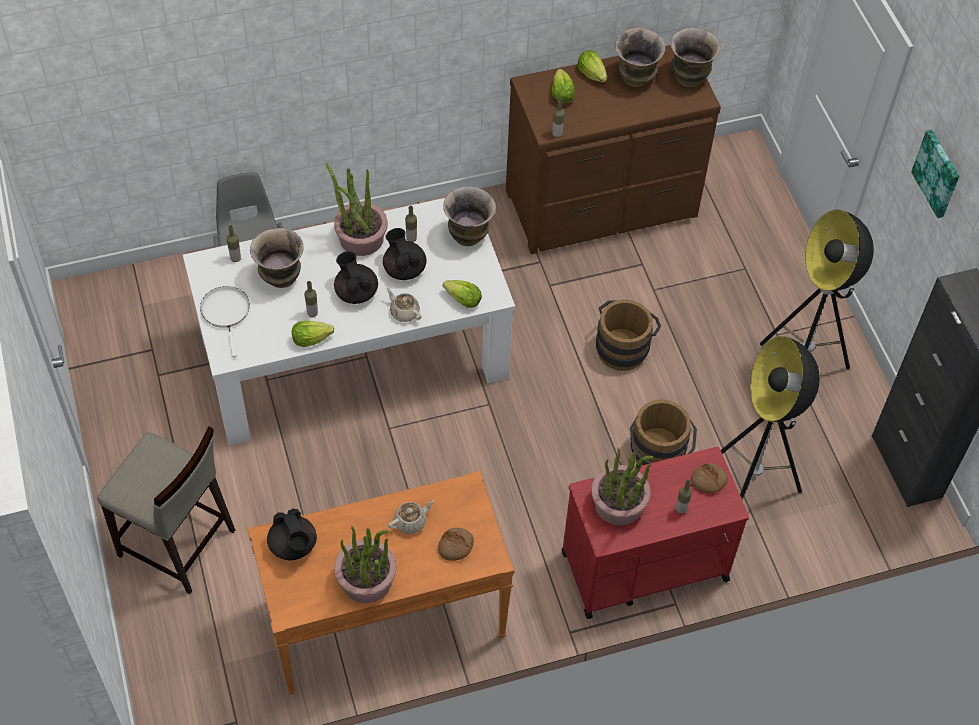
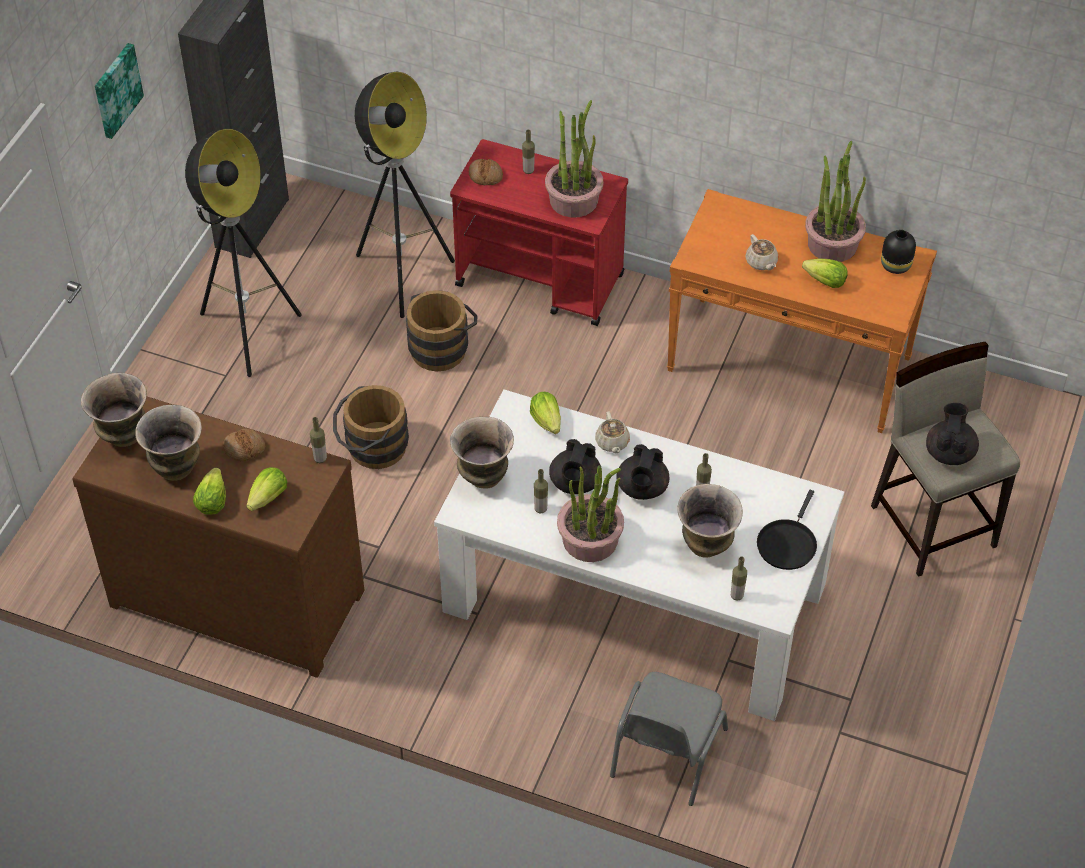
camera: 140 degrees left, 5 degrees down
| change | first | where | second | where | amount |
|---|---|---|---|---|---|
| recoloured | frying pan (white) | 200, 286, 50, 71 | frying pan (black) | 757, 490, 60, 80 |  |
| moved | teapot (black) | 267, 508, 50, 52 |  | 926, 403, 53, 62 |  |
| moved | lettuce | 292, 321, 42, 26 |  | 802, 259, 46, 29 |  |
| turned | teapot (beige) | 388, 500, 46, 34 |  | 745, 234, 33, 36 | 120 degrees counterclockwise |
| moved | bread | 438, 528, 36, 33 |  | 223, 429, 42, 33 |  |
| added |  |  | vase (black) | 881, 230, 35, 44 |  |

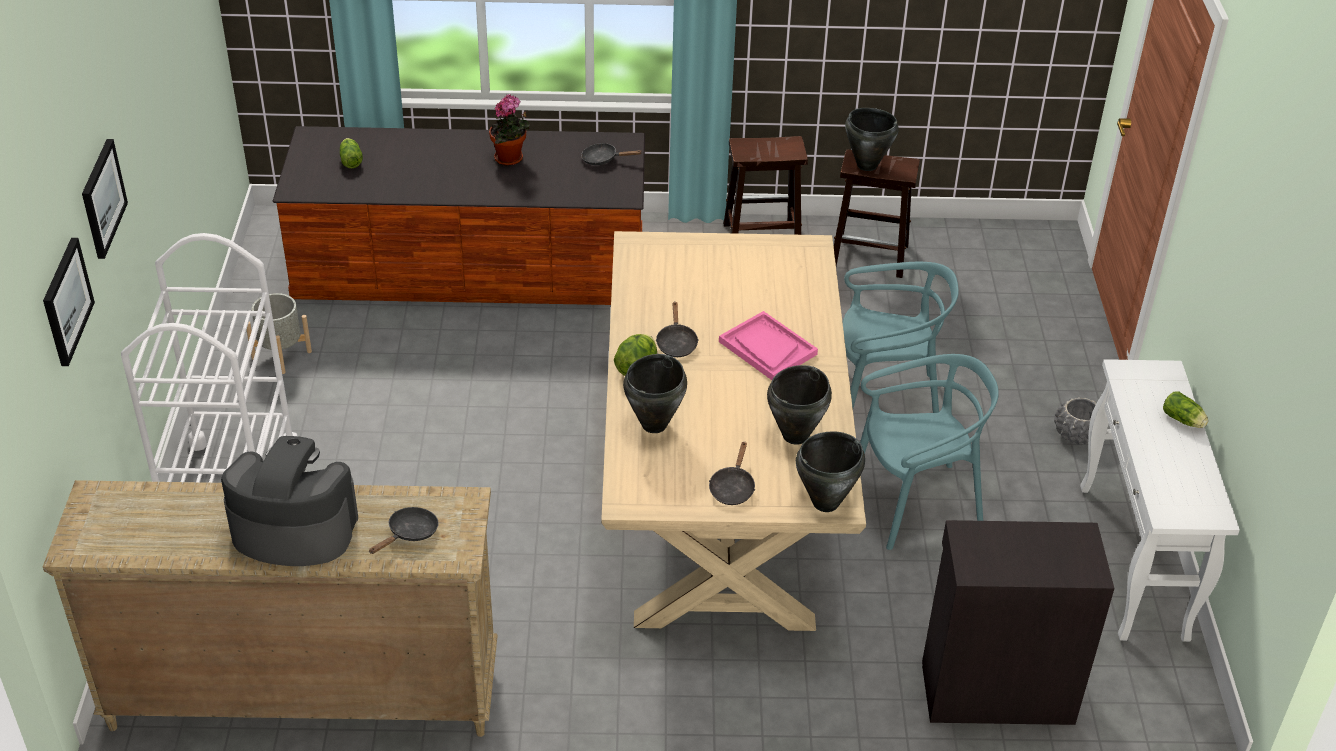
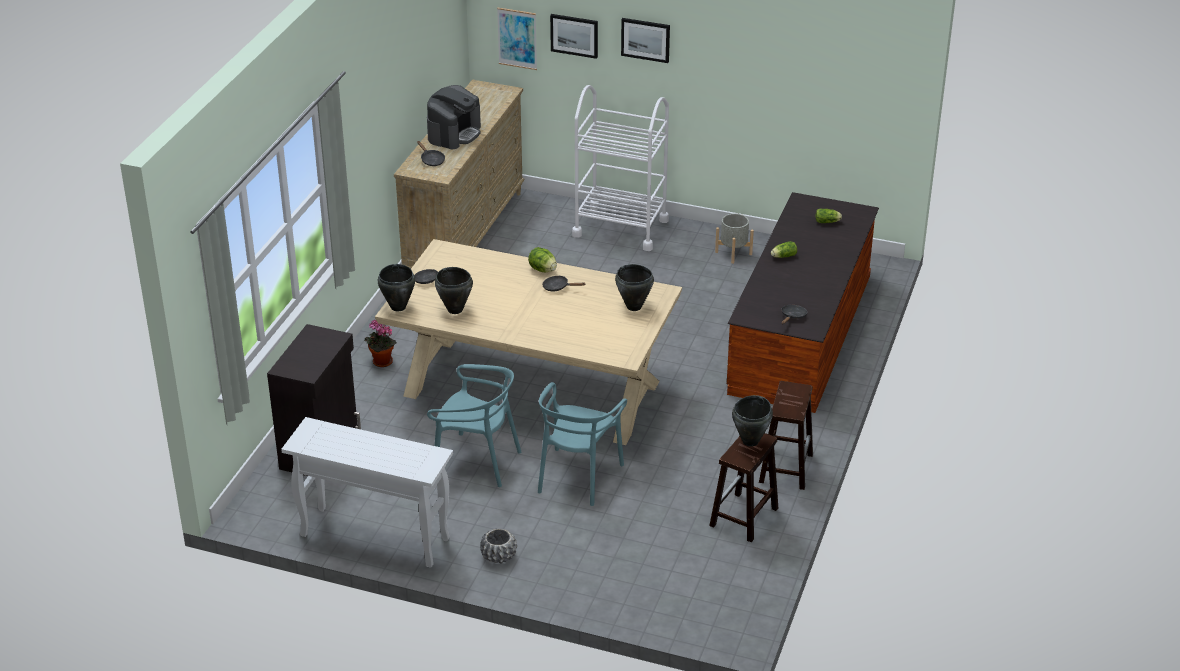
camera: 110 degrees right, 5 degrees down
| change | first | where | second | where | amount |
|---|---|---|---|---|---|
| moved | potted plant | 489, 94, 41, 72 |  | 364, 320, 32, 47 |  |
| moved | cooking pot (black) | 623, 354, 64, 79 |  | 615, 264, 39, 47 |  |
| removed | tray (pink) | 719, 311, 99, 69 |  |  |  |
| turned | chair (turquoise) | 860, 354, 139, 196 |  | 427, 364, 95, 123 | 75 degrees counterclockwise |
| moved | lettuce | 1163, 391, 45, 37 |  | 771, 241, 26, 17 |  |
| added |  |  | picture | 497, 8, 40, 62 |  |

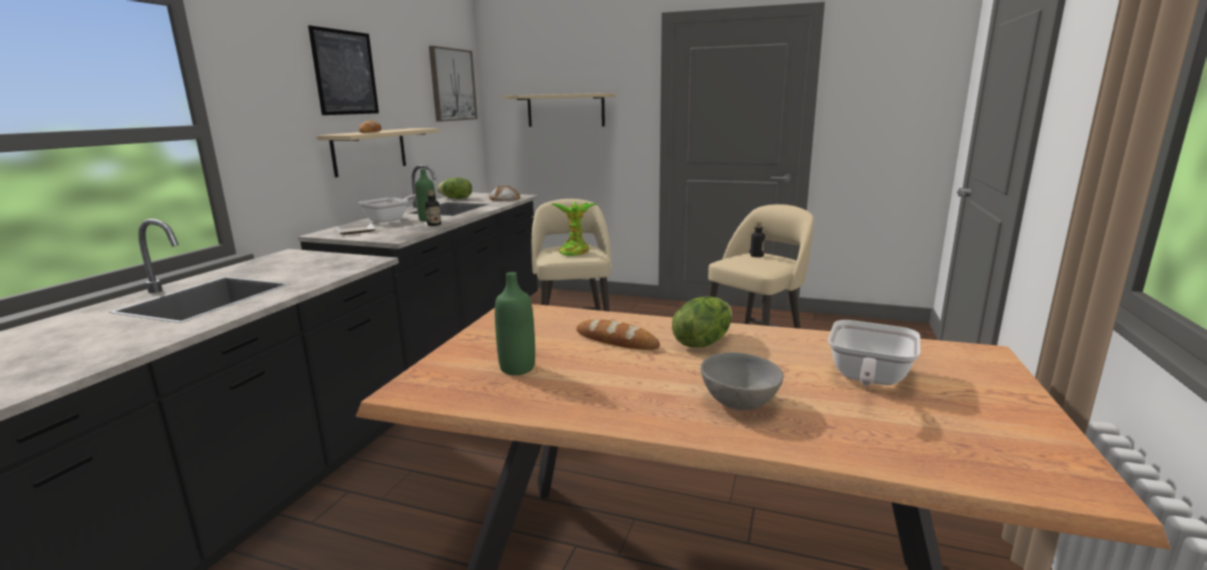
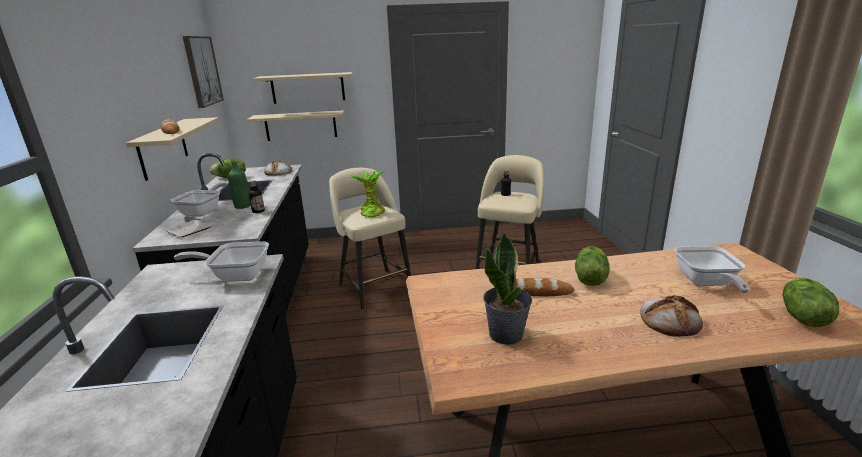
camera: 25 degrees left, 5 degrees up
| change | first | where | second | where | amount |
|---|---|---|---|---|---|
| removed | picture | 308, 25, 71, 90 |  |  |  |
| replaced | bottle (green) | 495, 272, 40, 103 | potted plant | 483, 232, 49, 113 |  |
| replaced | bowl (grey) | 701, 352, 83, 58 | bread | 640, 295, 63, 42 |  |
| added |  |  | frying pan | 174, 241, 95, 41 |  |
| added |  |  | shelf (beige) | 247, 110, 97, 31 |  |
| added |  |  | lettuce | 782, 278, 57, 49 |  |

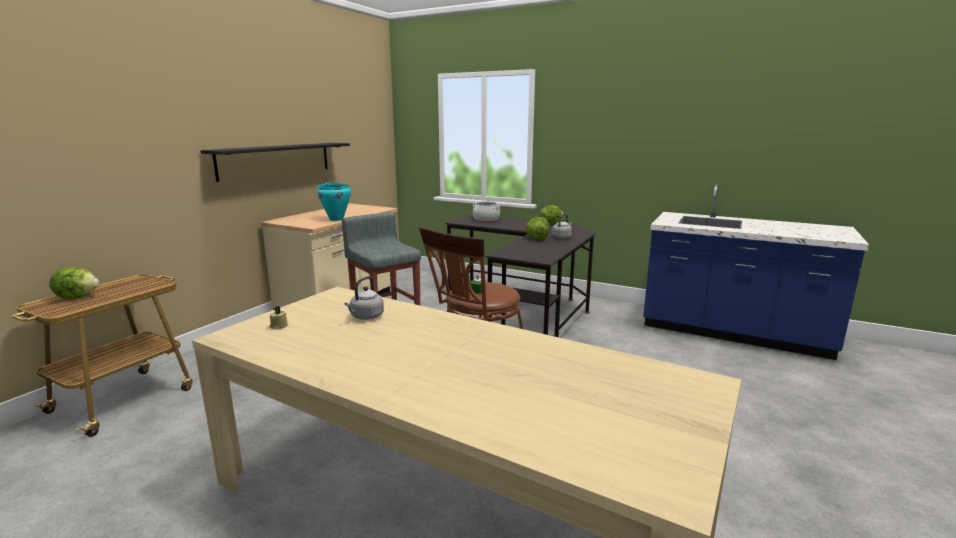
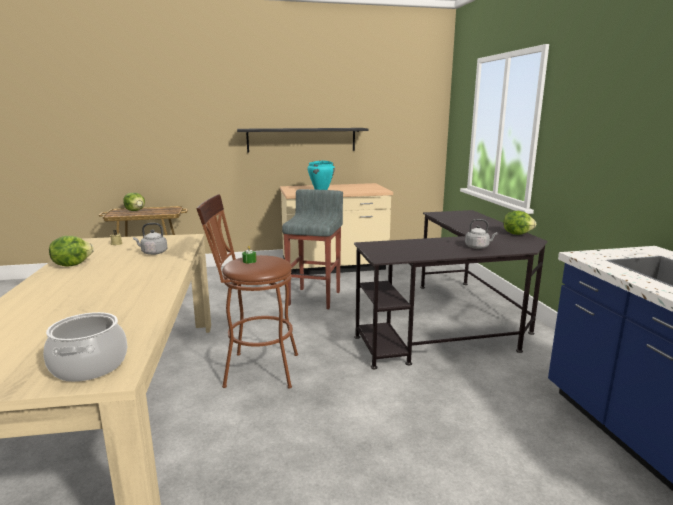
camera: 50 degrees right, 0 degrees up
| change | first | where | second | where | amount |
|---|---|---|---|---|---|
| moved | cooking pot | 473, 201, 27, 20 |  | 43, 312, 84, 70 |  |
| moved | lettuce | 526, 217, 23, 22 |  | 49, 236, 45, 31 |  |

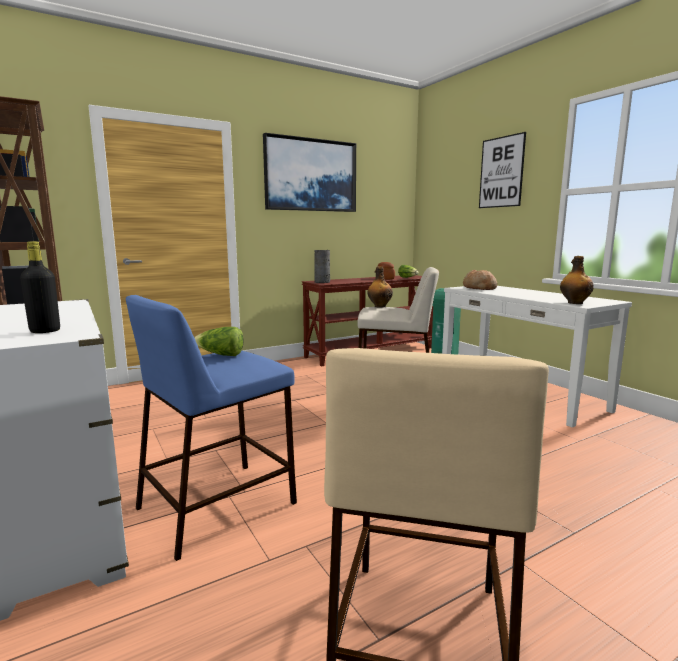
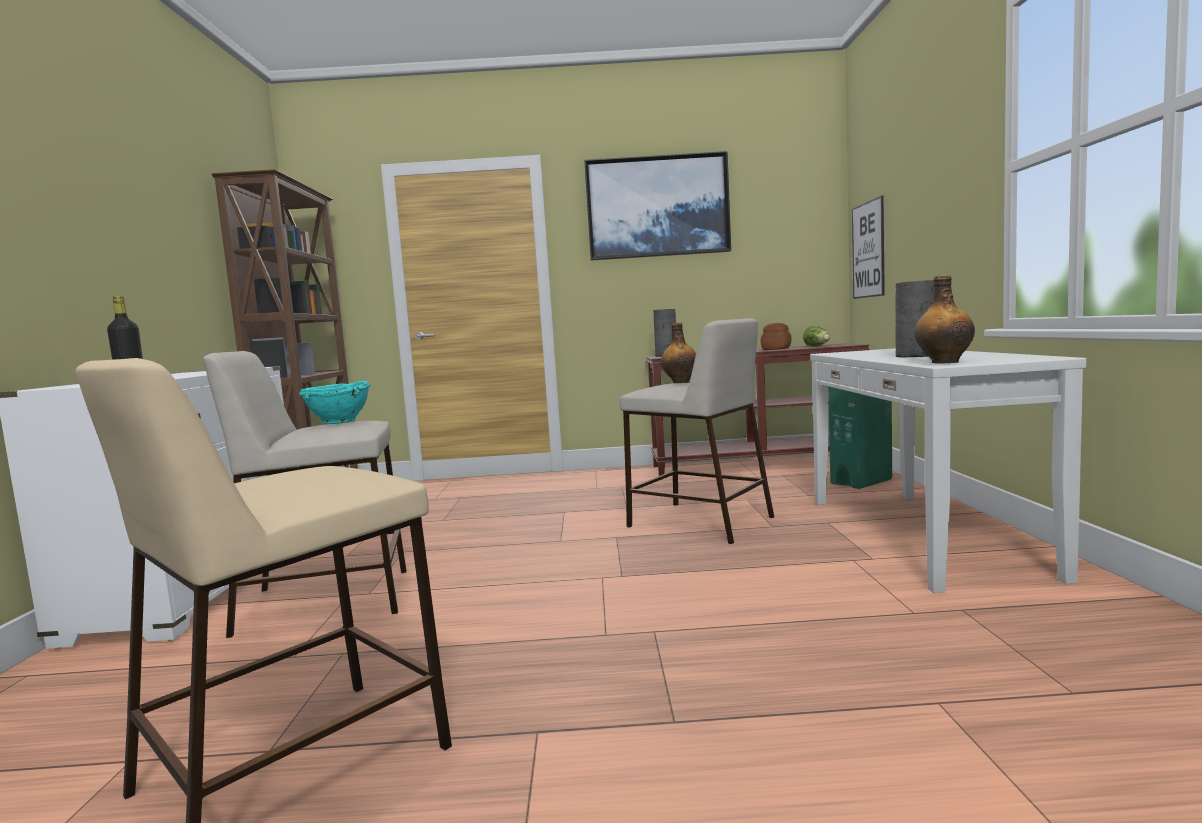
camera: 30 degrees right, 5 degrees down
| change | first | where | second | where | amount |
|---|---|---|---|---|---|
| recoloured | stool (blue) | 126, 295, 171, 266 | stool (beige) | 203, 351, 204, 287 |  |
| replaced | lettuce | 194, 327, 49, 29 | bowl (turquoise) | 299, 381, 72, 43 |  |
| removed | bread | 463, 270, 34, 20 |  |  |  |
| moved | picture | 479, 132, 47, 76 |  | 852, 195, 33, 104 |  |
| added |  |  | vase (grey) | 895, 280, 39, 78 |  |

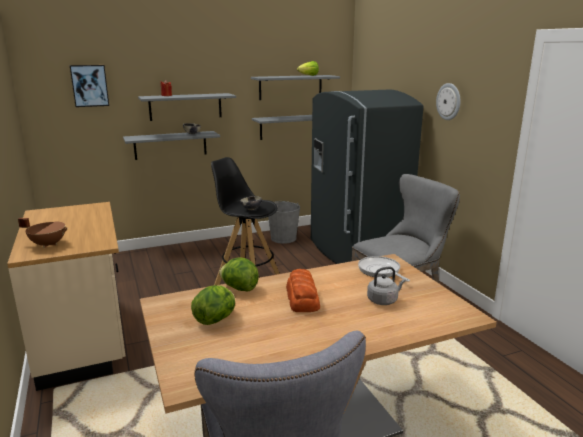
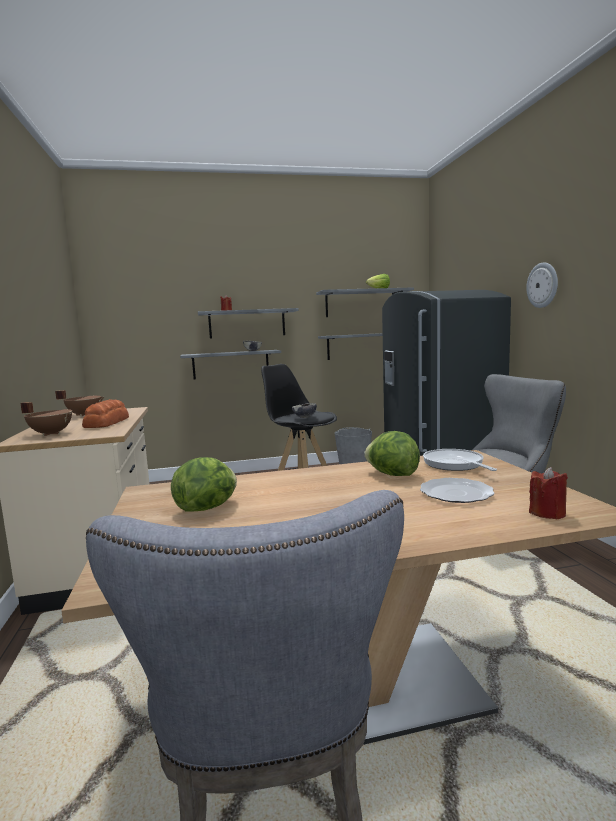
camera: 10 degrees right, 10 degrees down
| change | first | where | second | where | amount |
|---|---|---|---|---|---|
| removed | picture | 70, 65, 39, 42 |  |  |  |
| moved | lettuce | 219, 258, 40, 34 |  | 364, 431, 56, 45 |  |
| moved | bread | 286, 269, 34, 43 |  | 82, 399, 47, 29 |  |
| replaced | kettle (grey) | 367, 267, 39, 38 | plate | 420, 478, 75, 25 |  |
| added |  |  | cooking pot (brown) | 55, 390, 49, 26 |  |
| added |  |  | candle (red) | 529, 467, 39, 52 |  |

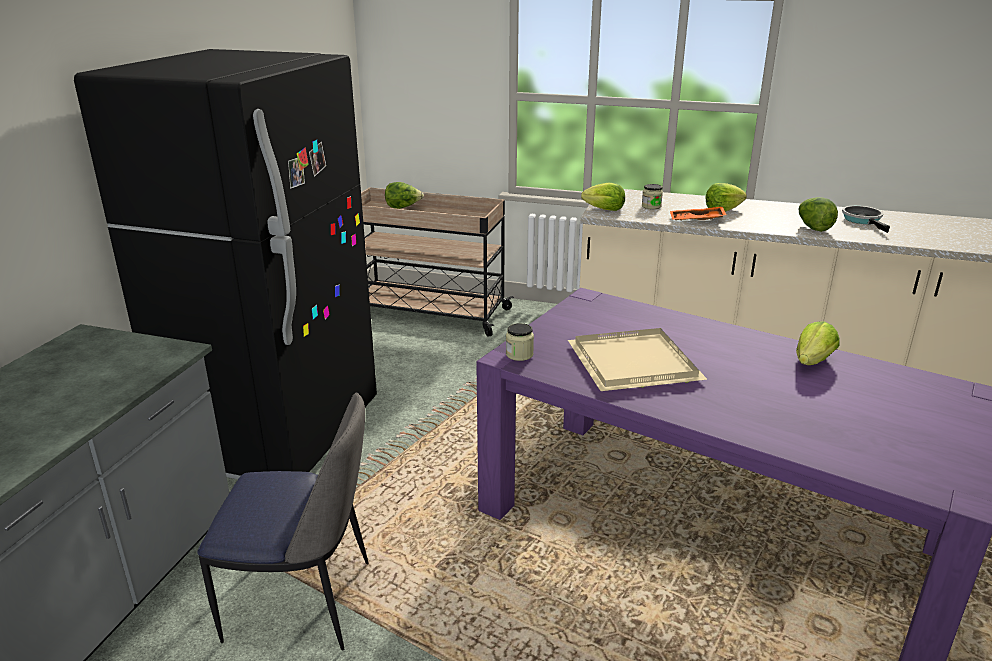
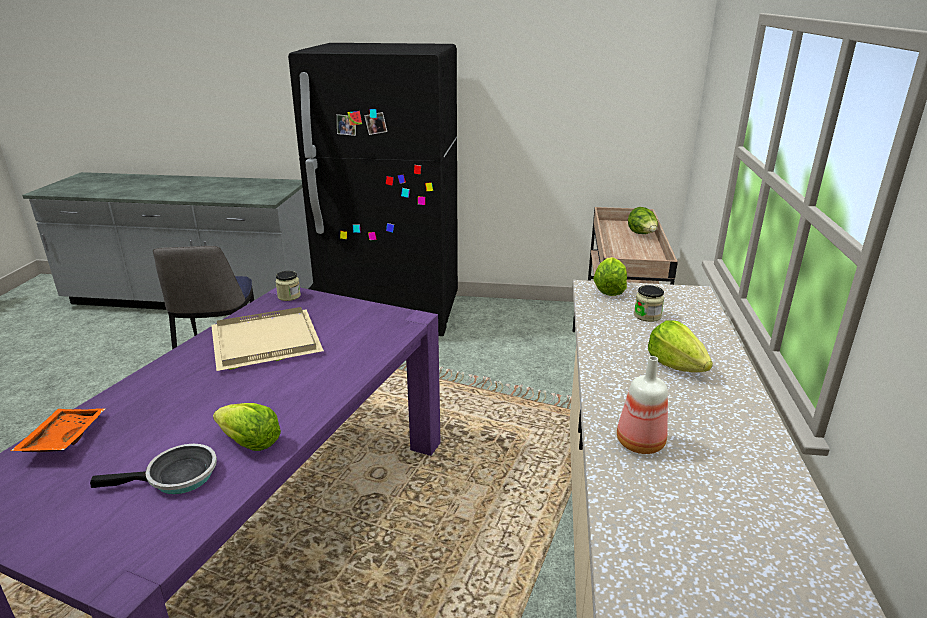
camera: 80 degrees right, 0 degrees up
| change | first | where | second | where | amount |
|---|---|---|---|---|---|
| moved | tray (orange) | 670, 206, 57, 15 |  | 11, 409, 94, 43 |  |
| replaced | lettuce | 799, 197, 39, 35 | bottle | 617, 356, 51, 98 |  |
| moved | frying pan | 842, 206, 48, 27 |  | 90, 444, 127, 50 |  |

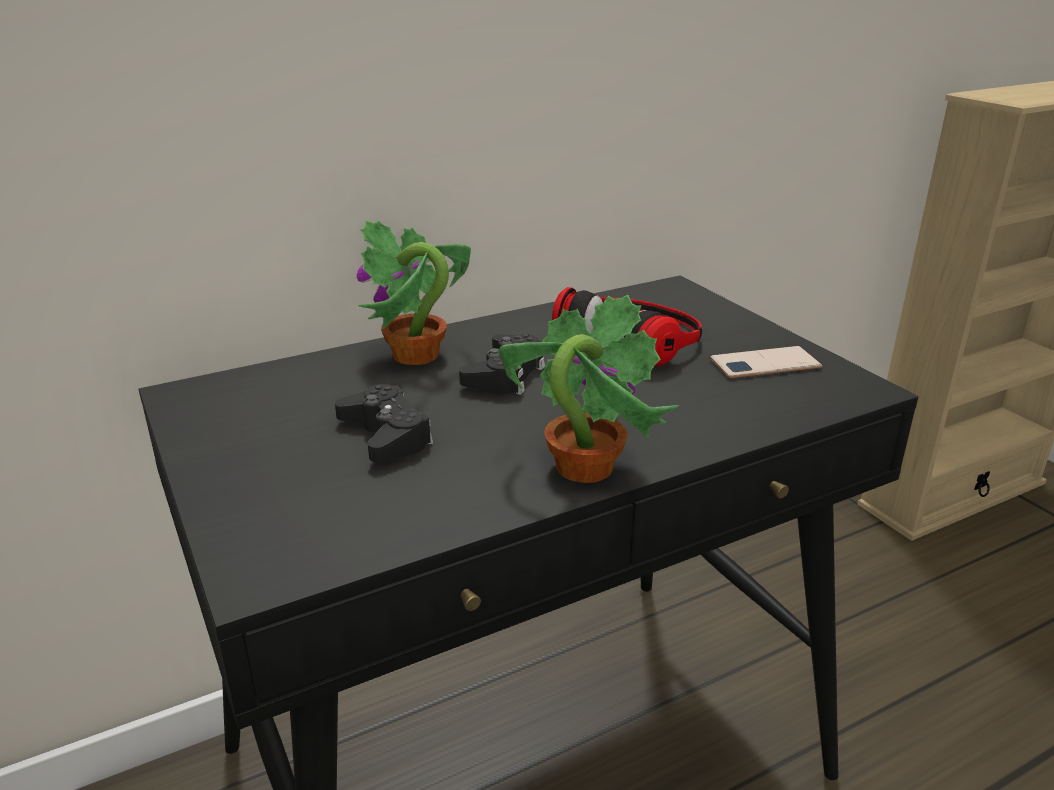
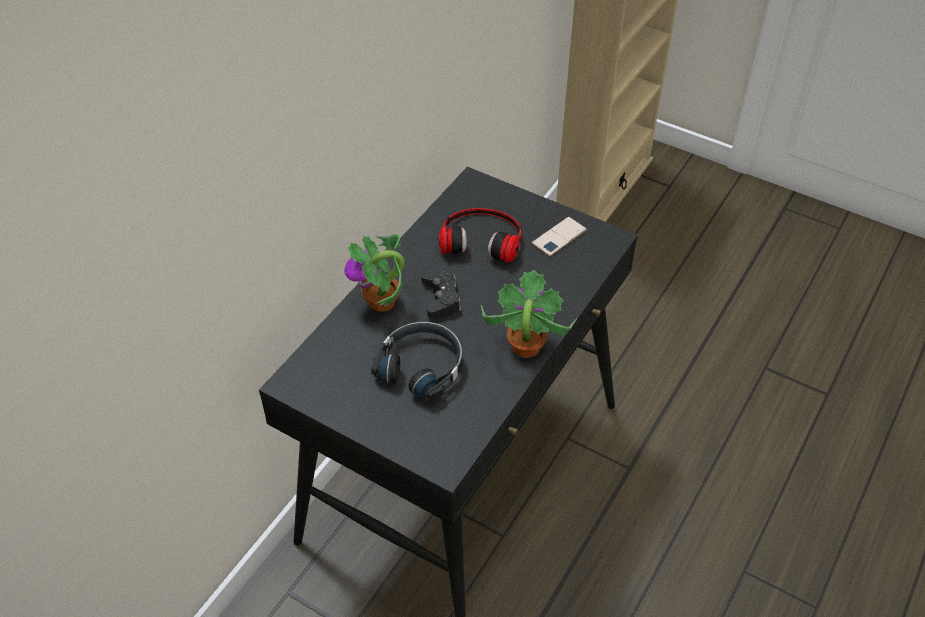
camera: 30 degrees left, 20 degrees up
| change | first | where | second | where | amount |
|---|---|---|---|---|---|
| replaced | game controller (black) | 335, 384, 98, 78 | headphones (black) | 371, 321, 92, 80 |  |

